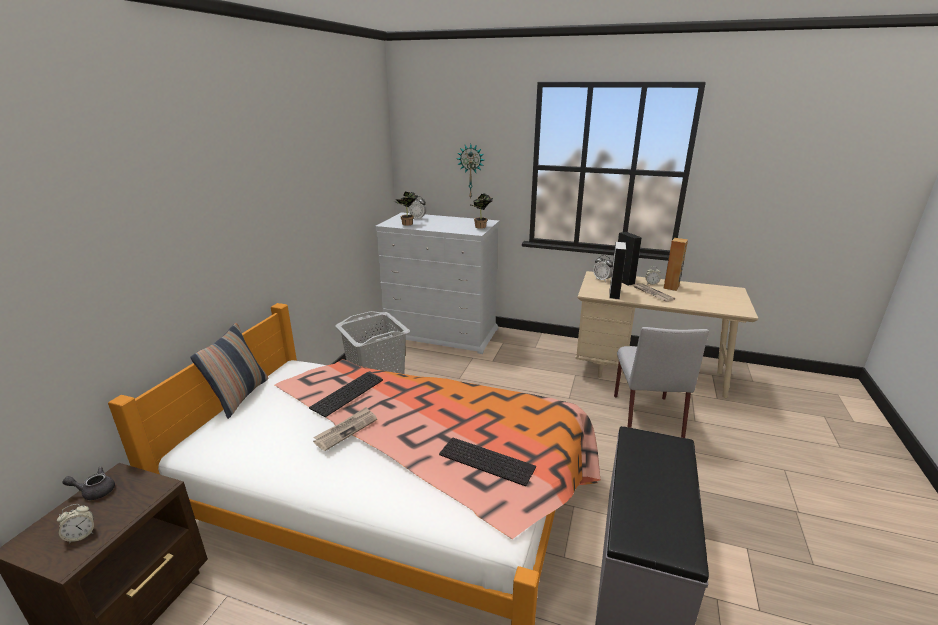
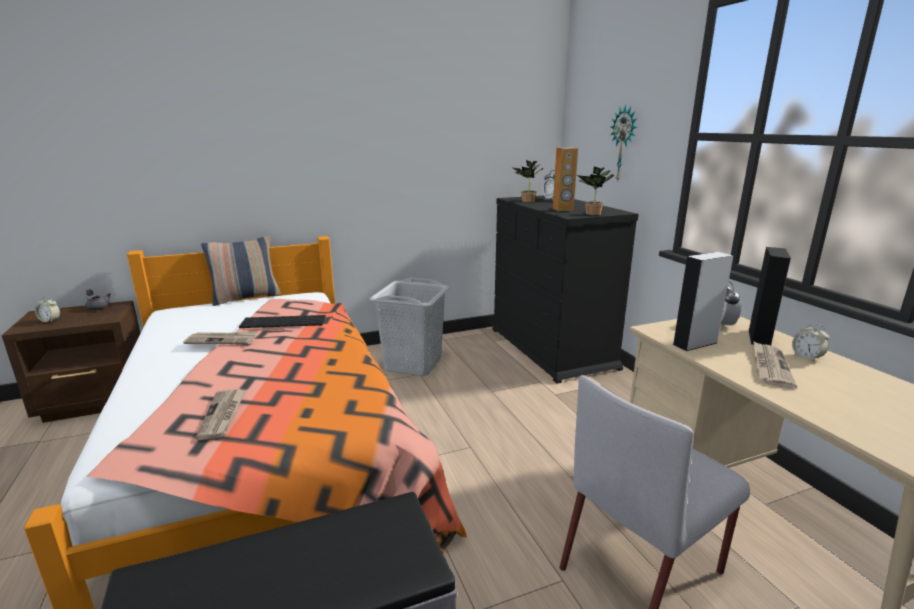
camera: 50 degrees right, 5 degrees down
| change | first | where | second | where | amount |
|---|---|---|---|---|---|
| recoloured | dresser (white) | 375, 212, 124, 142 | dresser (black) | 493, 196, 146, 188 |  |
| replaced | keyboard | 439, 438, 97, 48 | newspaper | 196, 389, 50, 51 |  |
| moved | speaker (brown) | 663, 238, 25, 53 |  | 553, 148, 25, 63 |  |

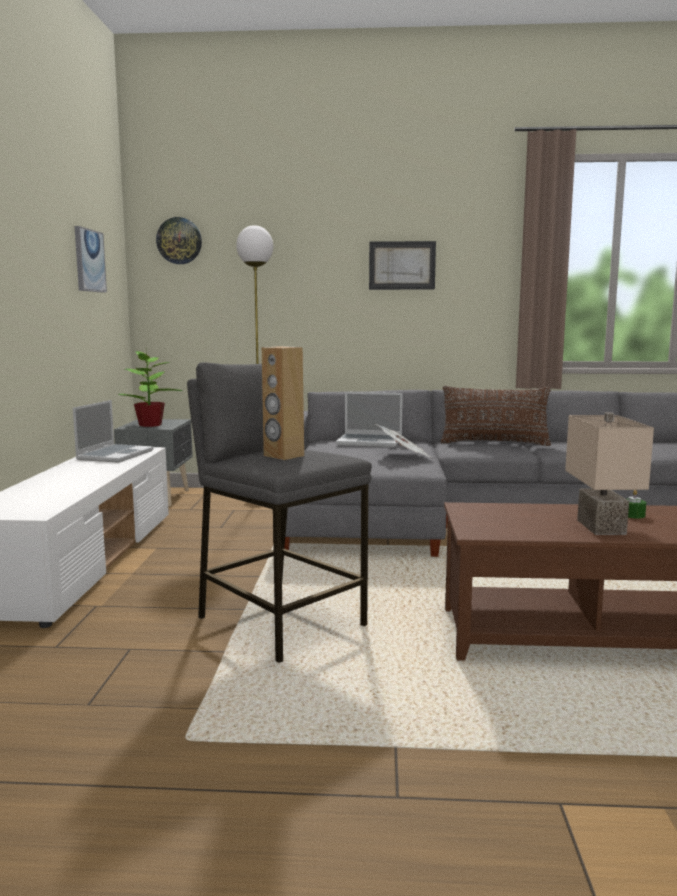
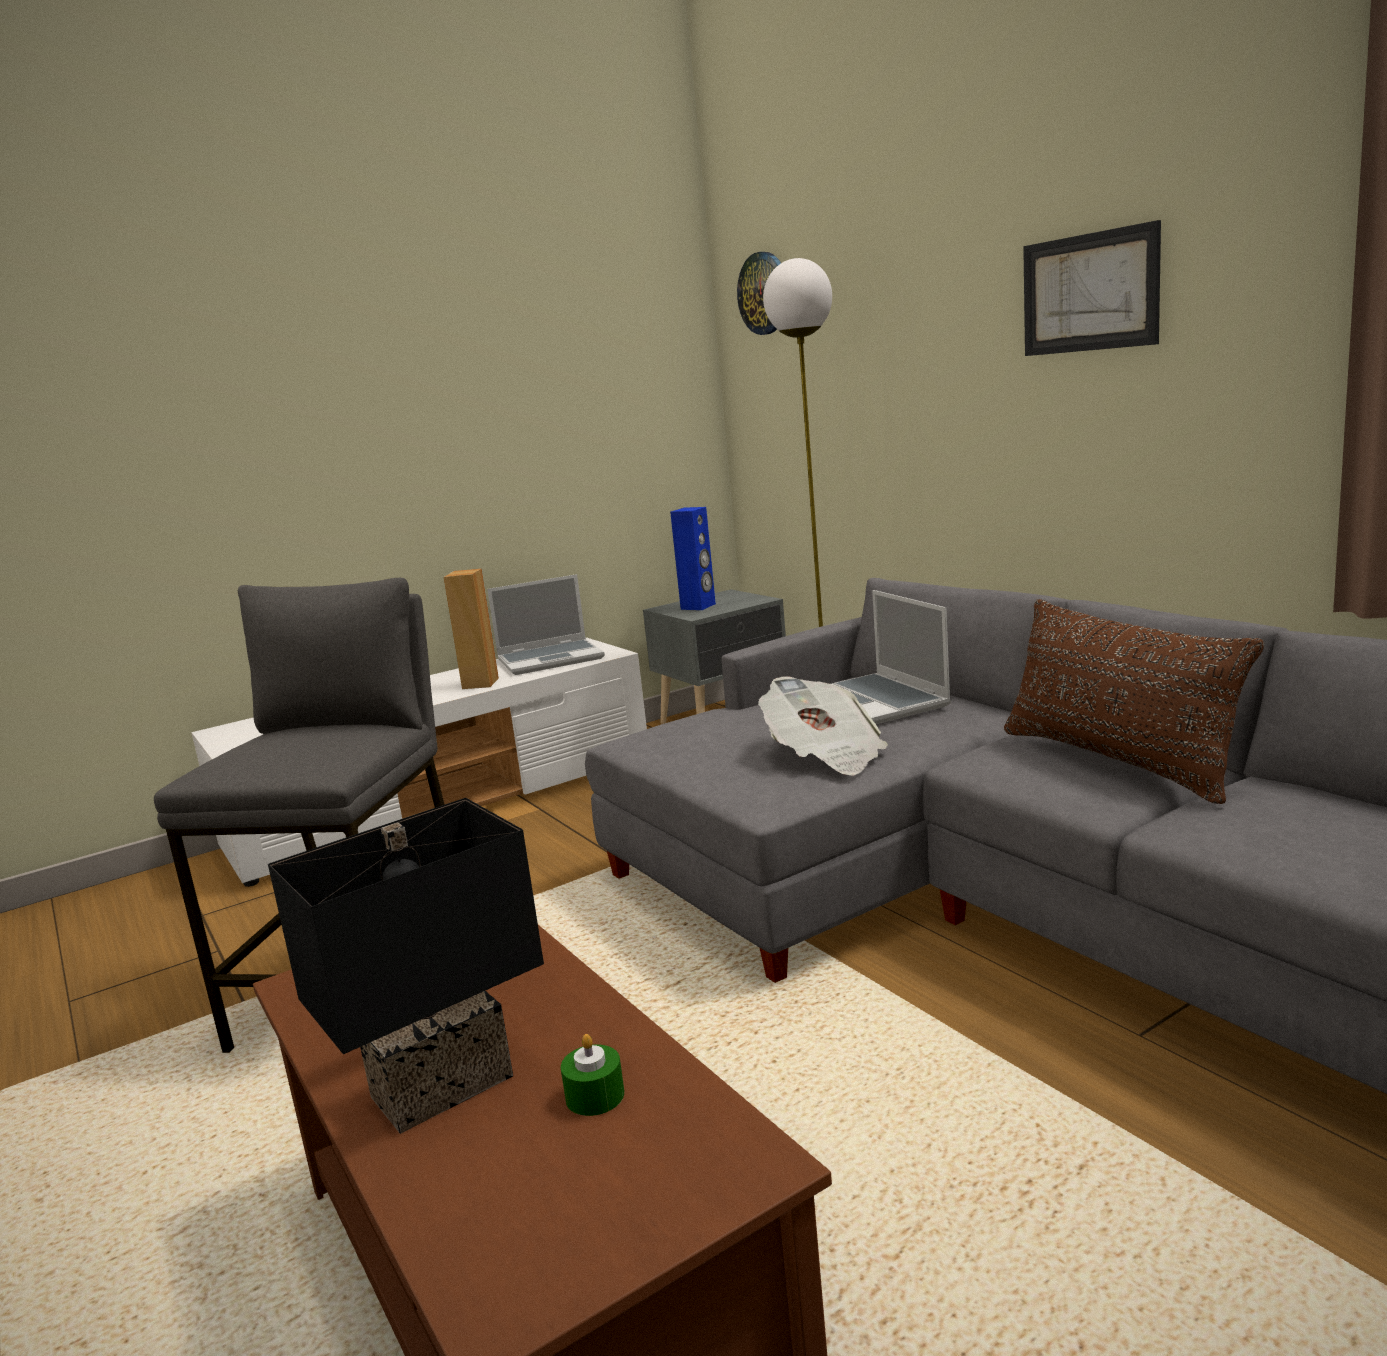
camera: 55 degrees right, 5 degrees up
| change | first | where | second | where | amount |
|---|---|---|---|---|---|
| removed | picture | 75, 226, 32, 67 |  |  |  |
| replaced | potted plant | 118, 347, 65, 80 | speaker (blue) | 670, 507, 46, 103 |  |
| moved | speaker (brown) | 262, 346, 42, 114 |  | 444, 569, 55, 120 |  |
| recoloured | table lamp (beige) | 565, 412, 89, 123 | table lamp (black) | 268, 798, 276, 336 |  |

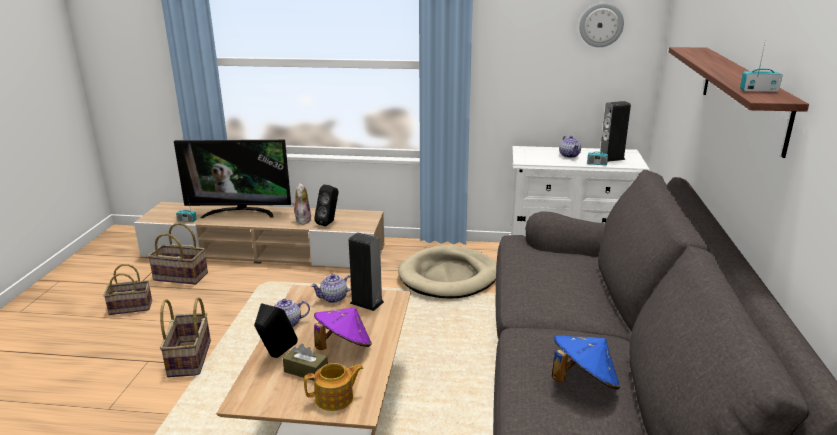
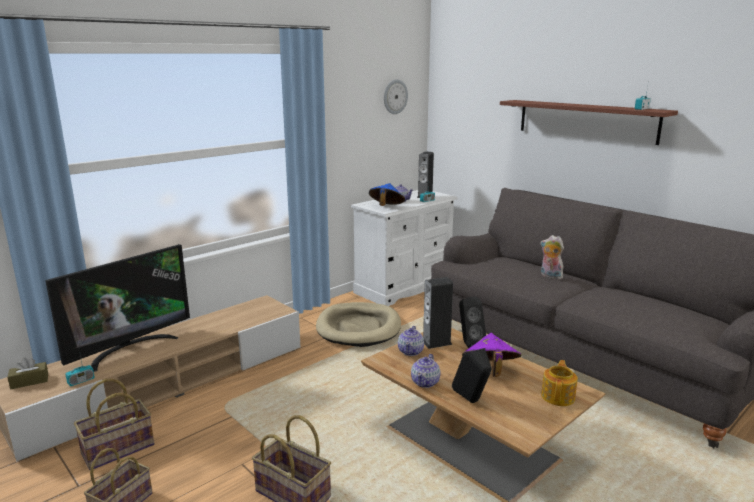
camera: 50 degrees left, 5 degrees down
| change | first | where | second | where | amount |
|---|---|---|---|---|---|
| moved | tissue box (brown) | 283, 344, 45, 37 |  | 7, 358, 41, 31 |  |
| moved | plush toy | 292, 183, 19, 41 |  | 540, 235, 24, 45 |  |
| moved | speaker (black) | 314, 185, 25, 41 |  | 459, 297, 27, 52 |  |
| moved | hat (blue) | 552, 335, 68, 55 |  | 369, 183, 36, 23 |  |

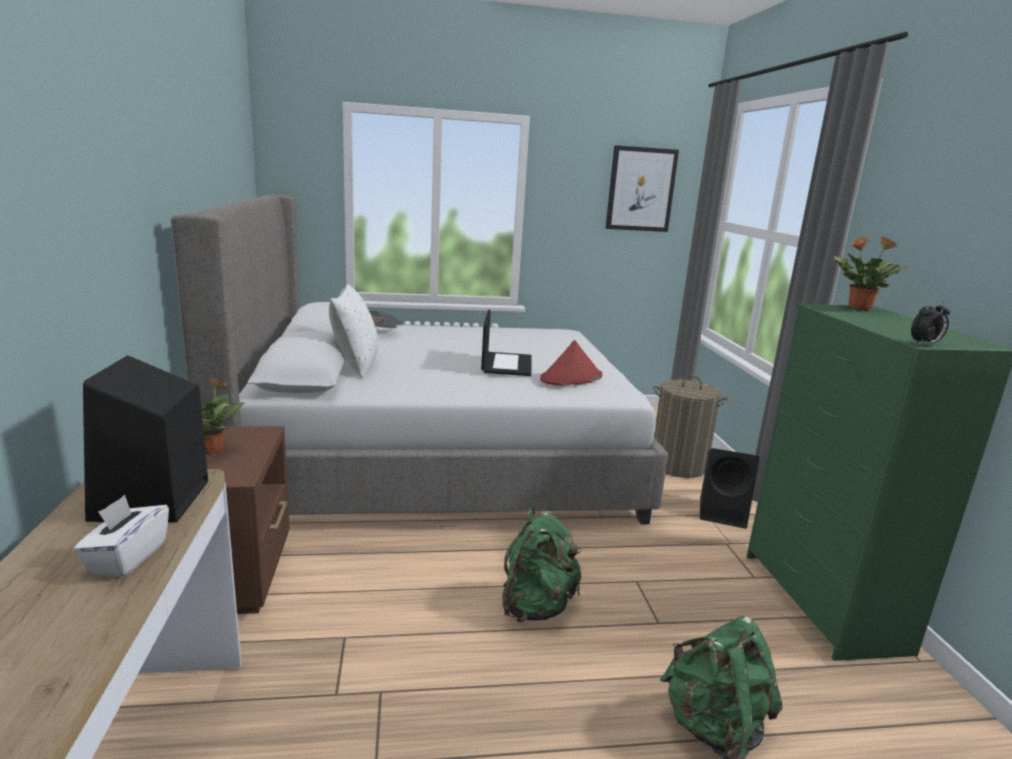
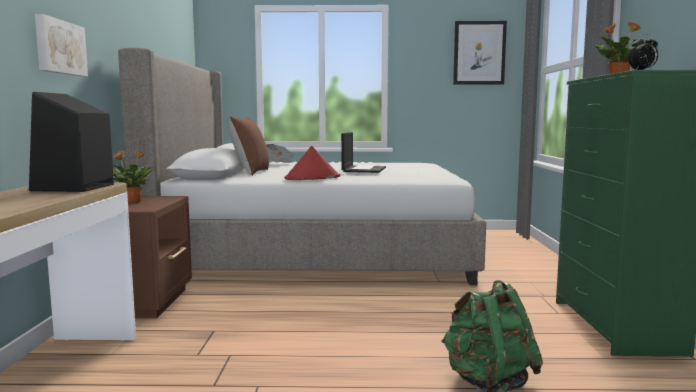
camera: 10 degrees right, 10 degrees down
| change | first | where | second | where | amount |
|---|---|---|---|---|---|
| removed | tissue box (white) | 73, 495, 96, 82 |  |  |  |
| recoloured | pillow (white) | 329, 284, 49, 94 | pillow (brown) | 229, 116, 40, 60 |  |
| removed | backpack (green) | 502, 507, 79, 115 |  |  |  |
| moved | hat (red) | 540, 340, 62, 46 |  | 284, 146, 56, 34 |  |
| removed | laundry basket | 653, 376, 75, 102 |  |  |  |
| removed | speaker (black) | 700, 448, 60, 81 |  |  |  |
| added |  |  | picture | 35, 14, 53, 63 |  |

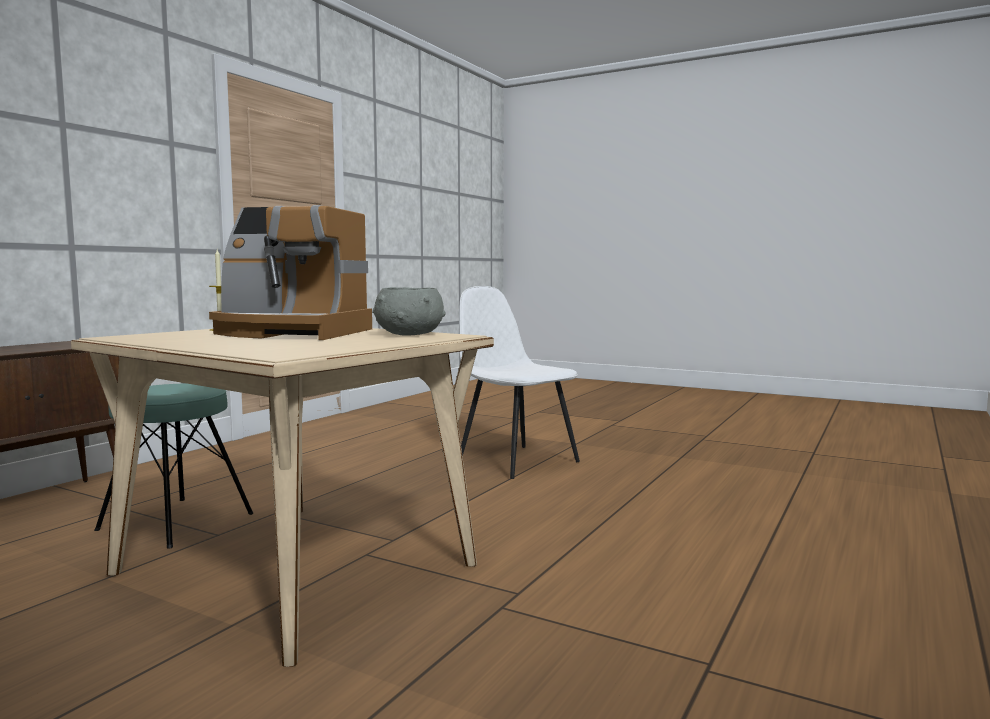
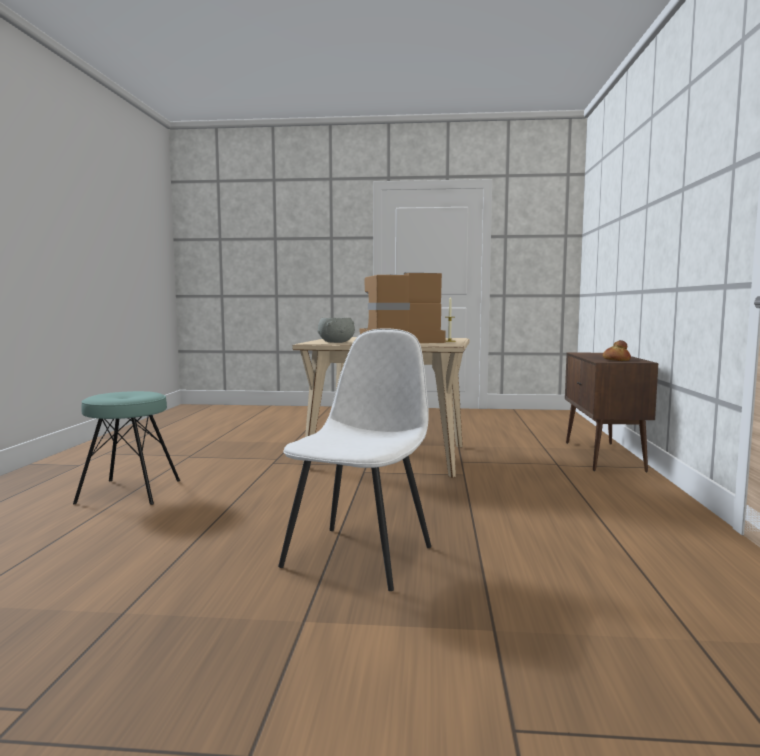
camera: 155 degrees right, 0 degrees up
| change | first | where | second | where | amount |
|---|---|---|---|---|---|
| moved | stool (turquoise) | 94, 384, 159, 165 |  | 73, 391, 107, 114 |  |
| turned | chair (white) | 459, 286, 121, 193 |  | 278, 329, 153, 262 | 90 degrees counterclockwise |
| added |  |  | bread | 603, 340, 28, 21 |  |

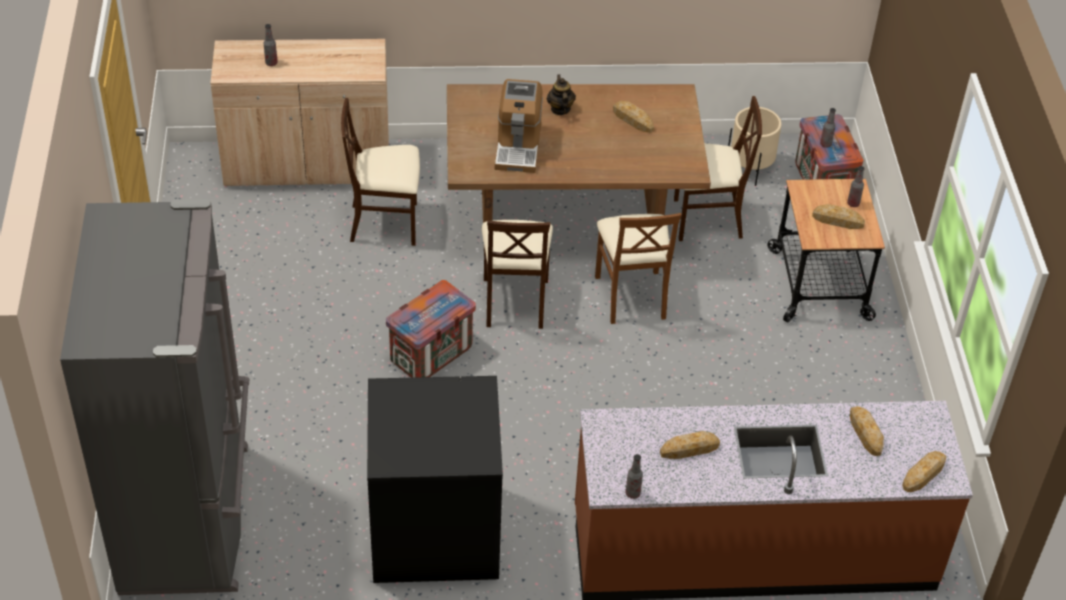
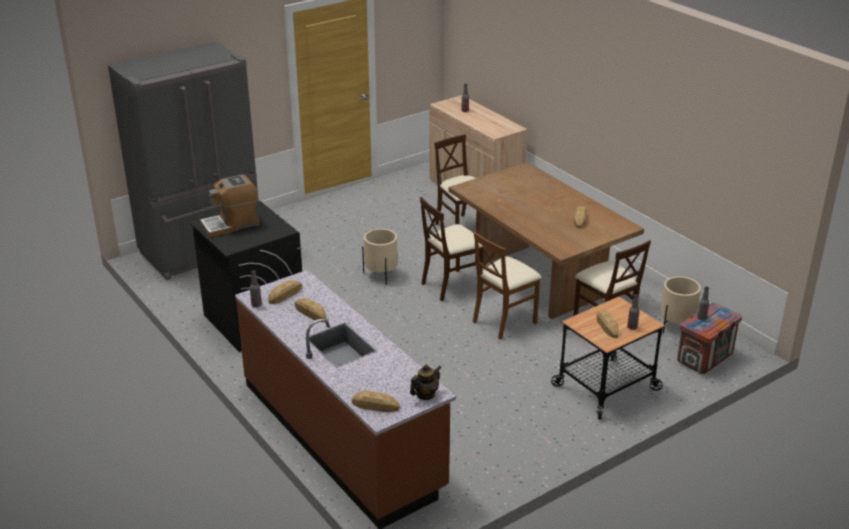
camera: 60 degrees right, 15 degrees down
| change | first | where | second | where | amount |
|---|---|---|---|---|---|
| replaced | crate | 386, 280, 90, 98 | planter (beige) | 362, 229, 36, 56 |  |
| moved | coffee machine | 495, 79, 48, 94 |  | 200, 175, 60, 62 |  |
| moved | teapot | 547, 74, 29, 41 |  | 410, 365, 31, 35 |  |
| moved | bread | 850, 406, 34, 50 |  | 268, 280, 34, 24 |  |

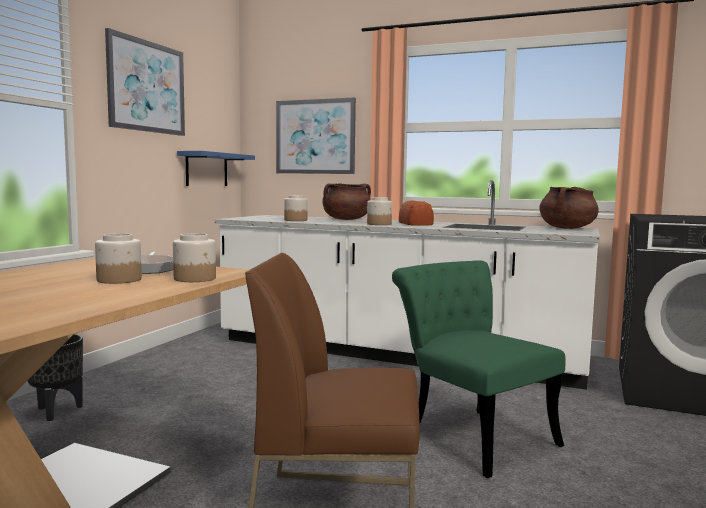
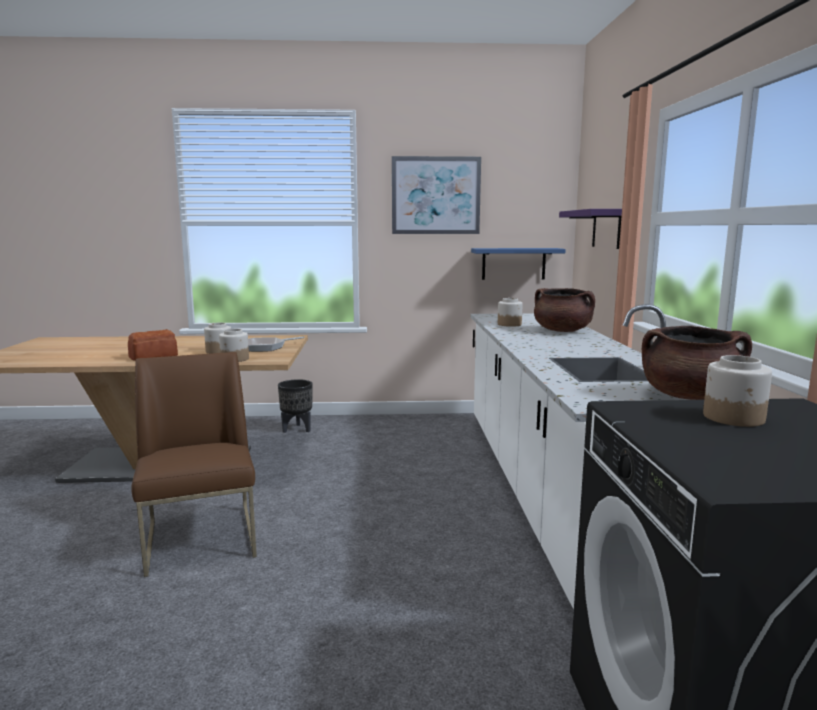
camera: 65 degrees right, 5 degrees up
| change | first | where | second | where | amount |
|---|---|---|---|---|---|
| replaced | picture | 276, 98, 80, 76 | shelf (purple) | 559, 209, 63, 40 |  |
| moved | jar | 367, 197, 25, 28 |  | 703, 355, 69, 72 |  |
| removed | chair (green) | 392, 261, 174, 217 |  |  |  |
| moved | bread | 399, 200, 35, 25 |  | 128, 329, 50, 32 |  |

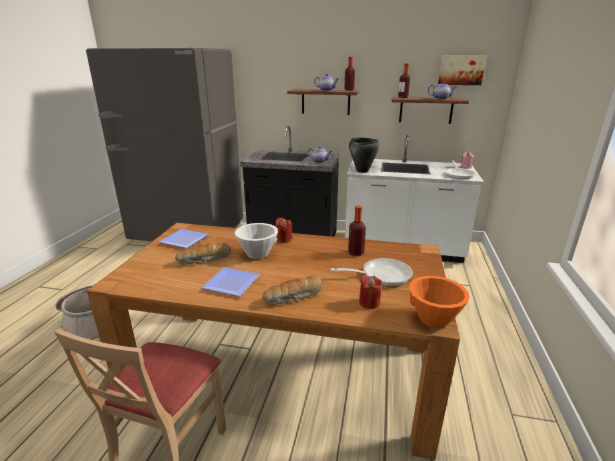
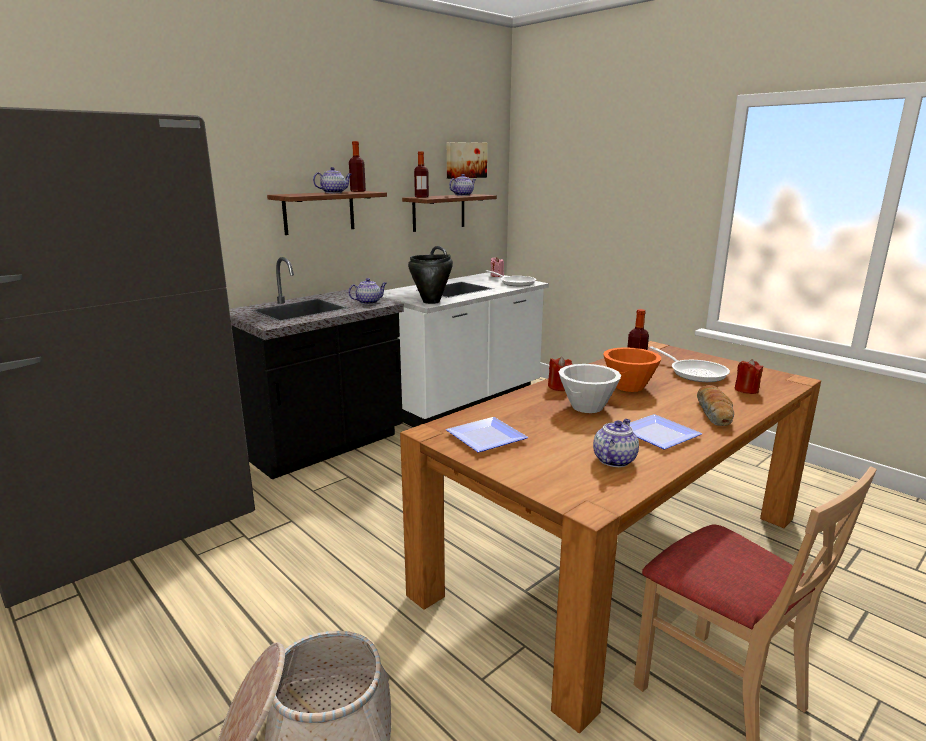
camera: 55 degrees left, 5 degrees down
| change | first | where | second | where | amount |
|---|---|---|---|---|---|
| removed | bread | 175, 243, 56, 22 |  |  |  |
| turned | frying pan | 331, 258, 82, 28 |  | 649, 346, 81, 36 | 120 degrees clockwise |
| moved | bowl (orange) | 409, 276, 61, 52 |  | 603, 347, 58, 45 |  |
| added |  |  | teapot | 593, 419, 46, 48 |  |

